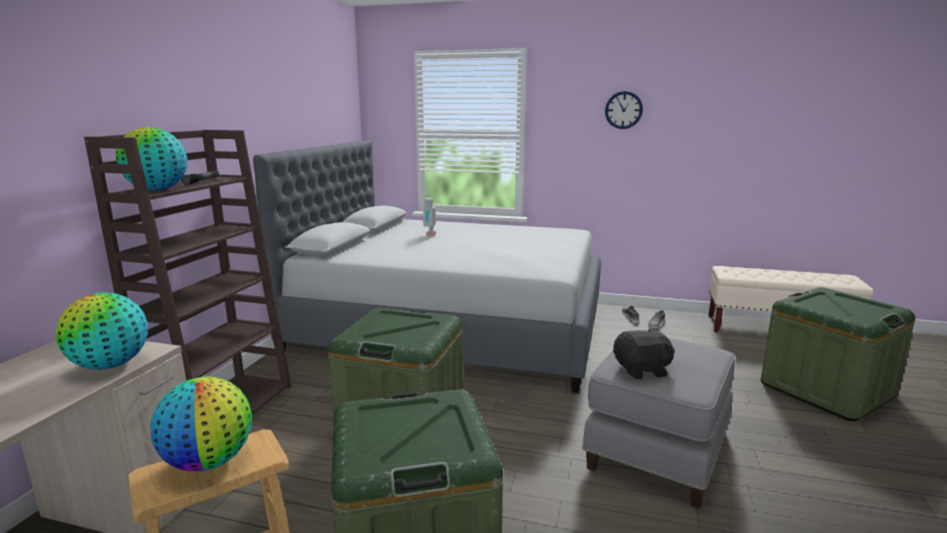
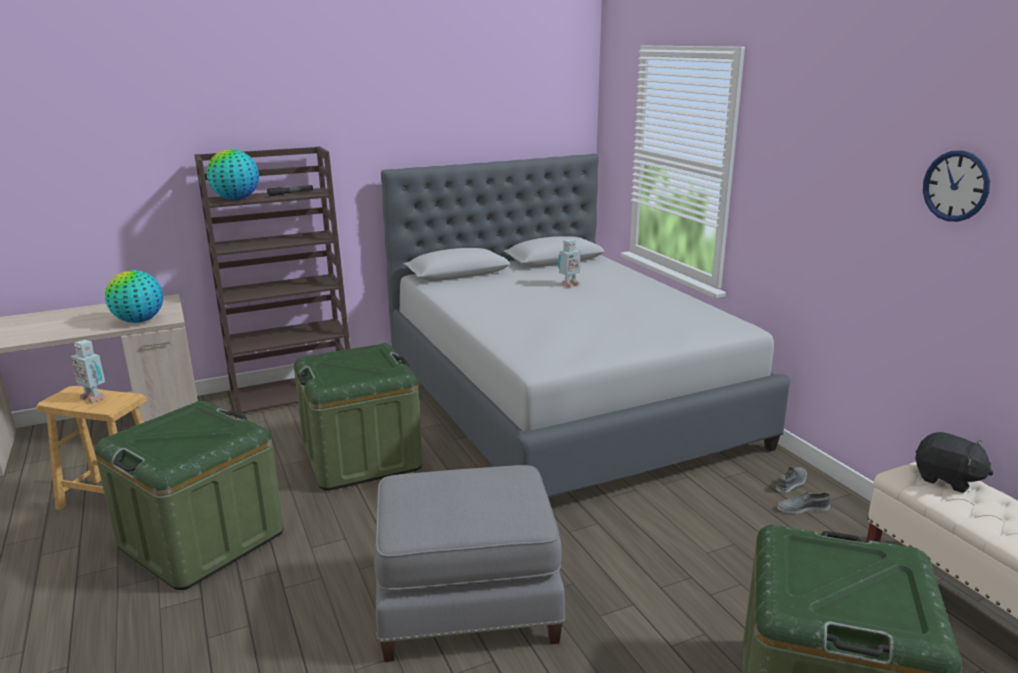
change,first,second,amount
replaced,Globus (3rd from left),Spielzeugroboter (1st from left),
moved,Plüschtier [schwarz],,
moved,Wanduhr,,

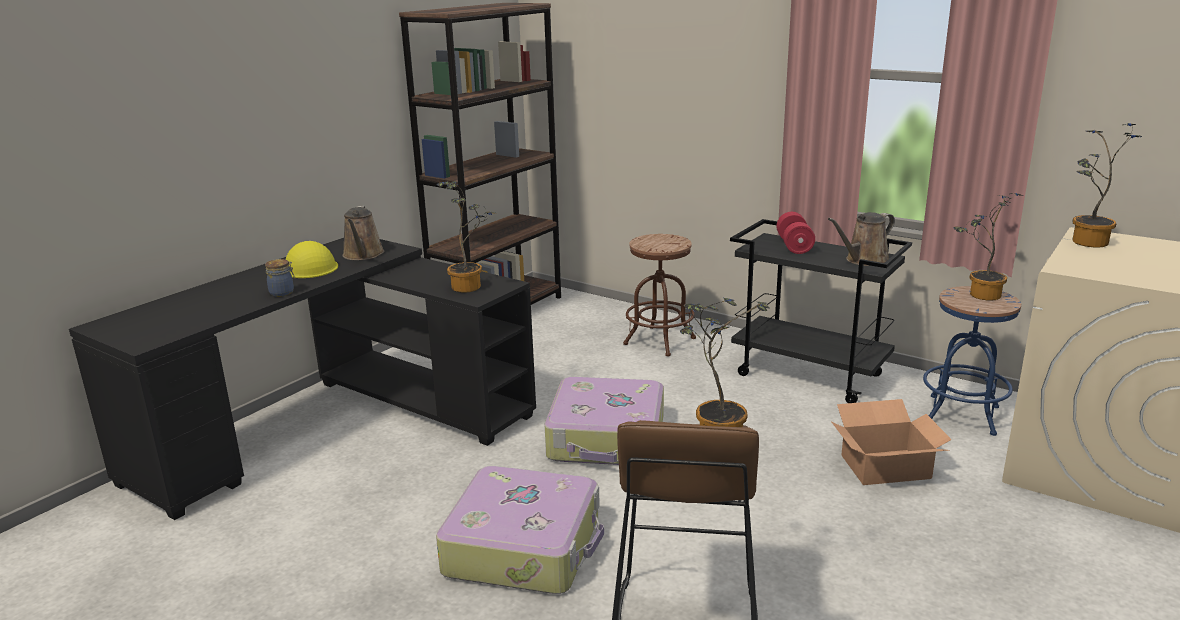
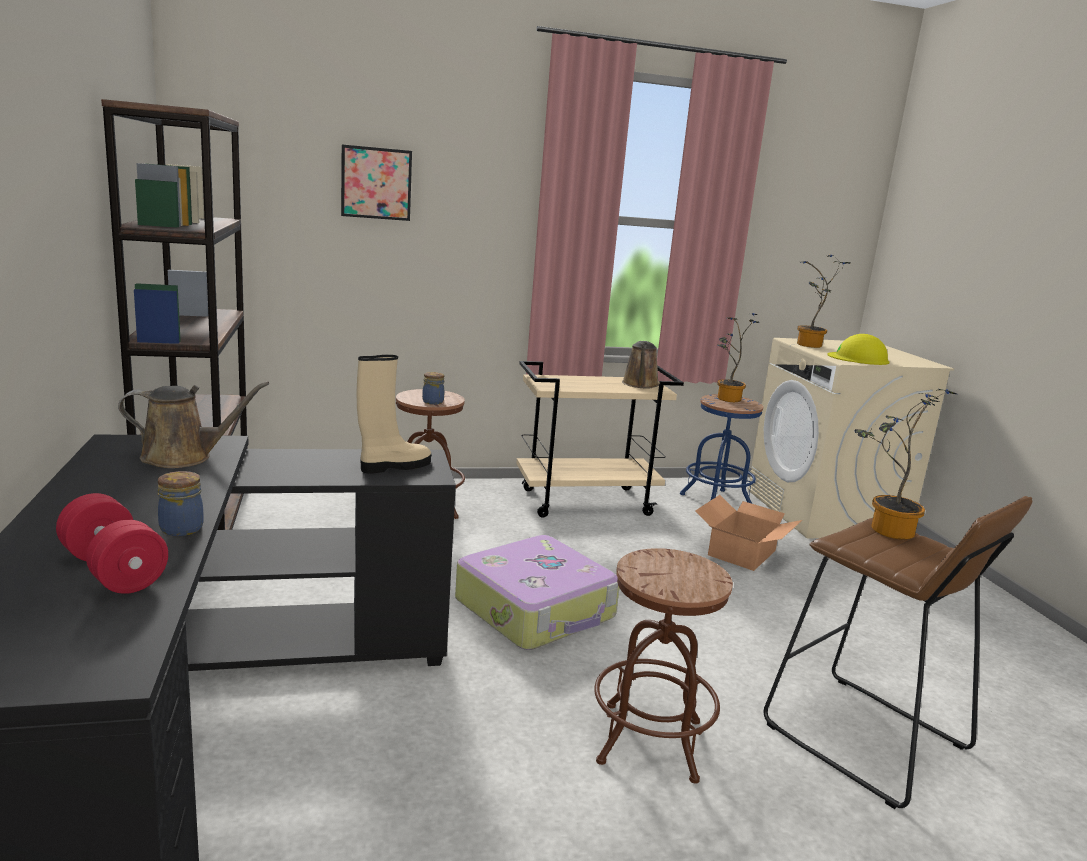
change,first,second,amount
moved,Hantel [rot],,
turned,Gießkanne [braun] (1st from left),,45 degrees counterclockwise
added,,Bild,
replaced,Topfpflanze (1st from left),Stiefel [beige],
added,,Vorratsglas (2nd from left),
recoloured,Rollwagen [schwarz],Rollwagen [beige],
replaced,Koffer (1st from left),Hocker [braun] (2nd from left),
moved,Schutzhelm [gelb],,

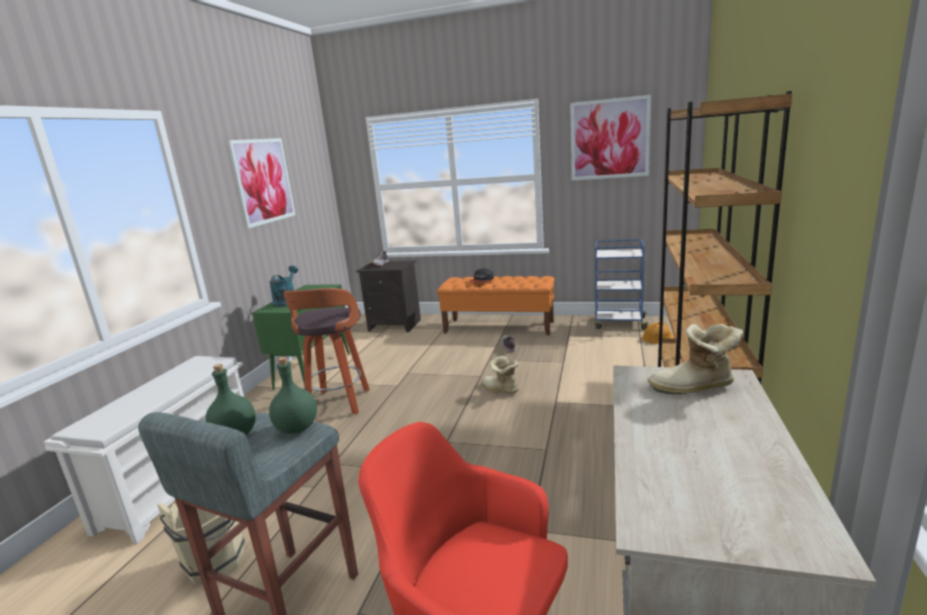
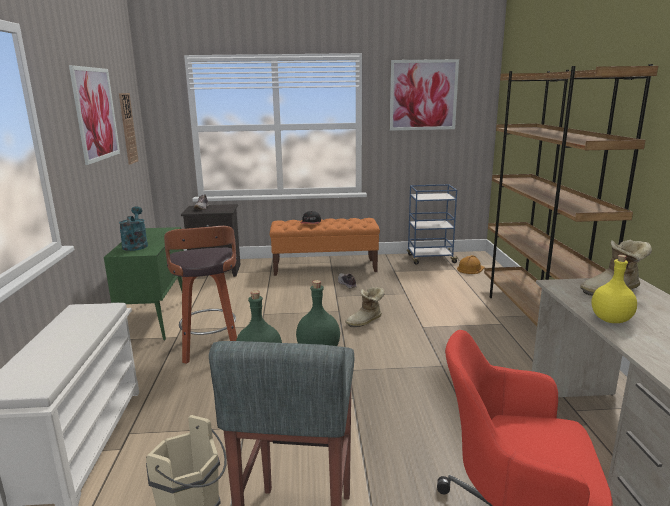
change,first,second,amount
added,,Wanduhr,
turned,Stiefel (1st from left),,60 degrees counterclockwise
added,,Flasche [gelb],

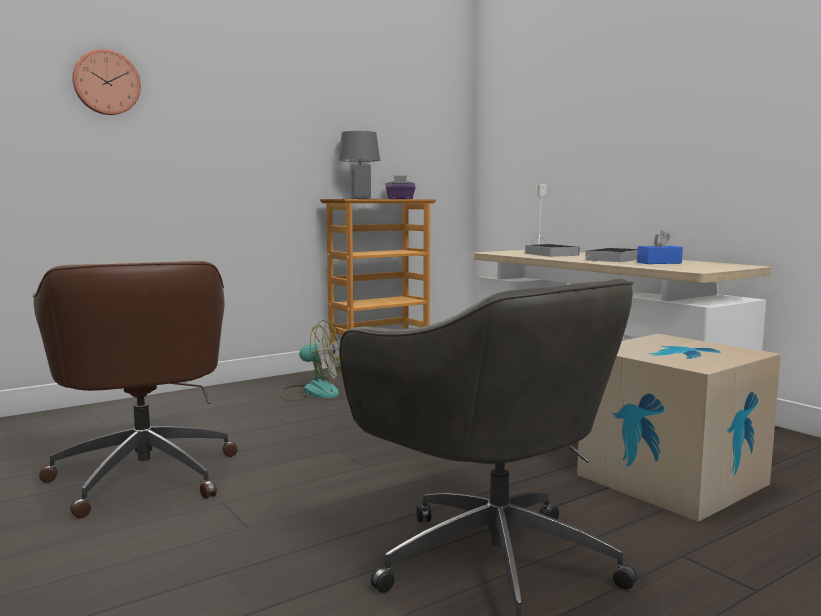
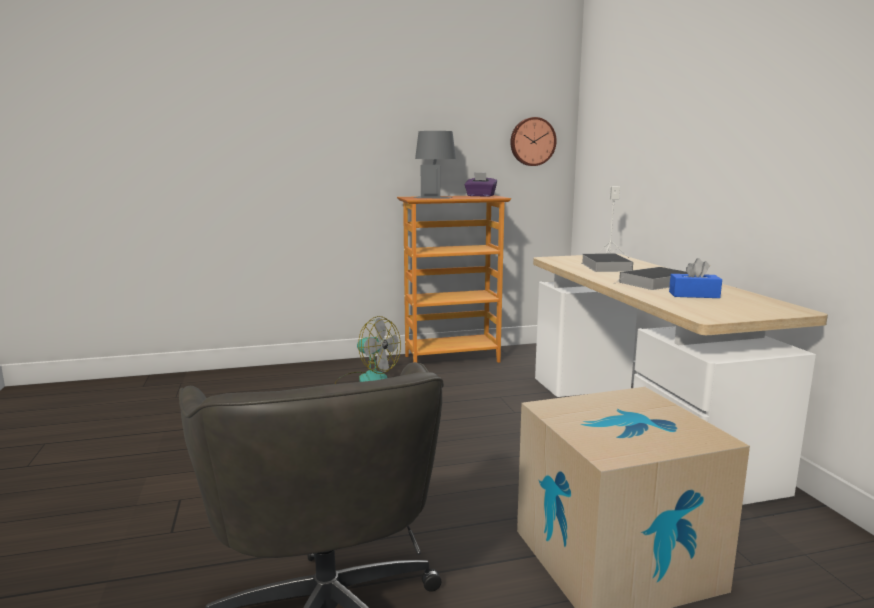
change,first,second,amount
moved,Wanduhr,,
removed,Bürostuhl [braun],,

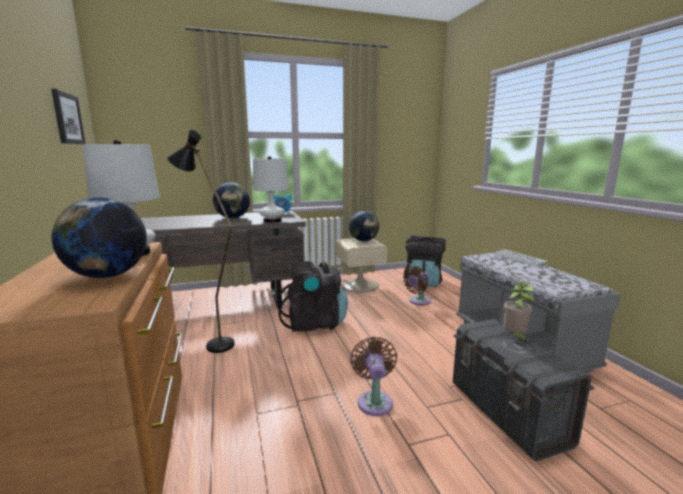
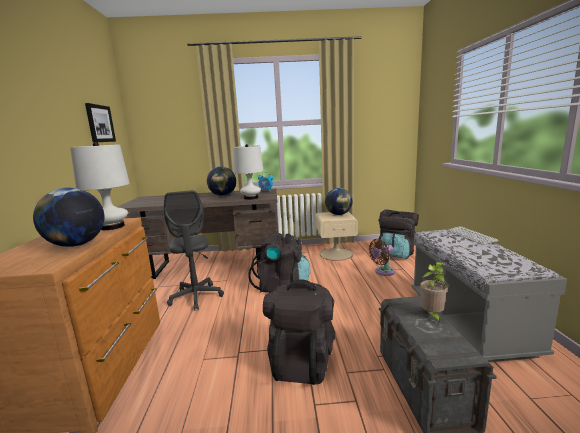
change,first,second,amount
replaced,Stehlampe [schwarz],Bürostuhl [grau],
replaced,Ventilator [braun] (1st from left),Rucksack [schwarz] (2nd from left),

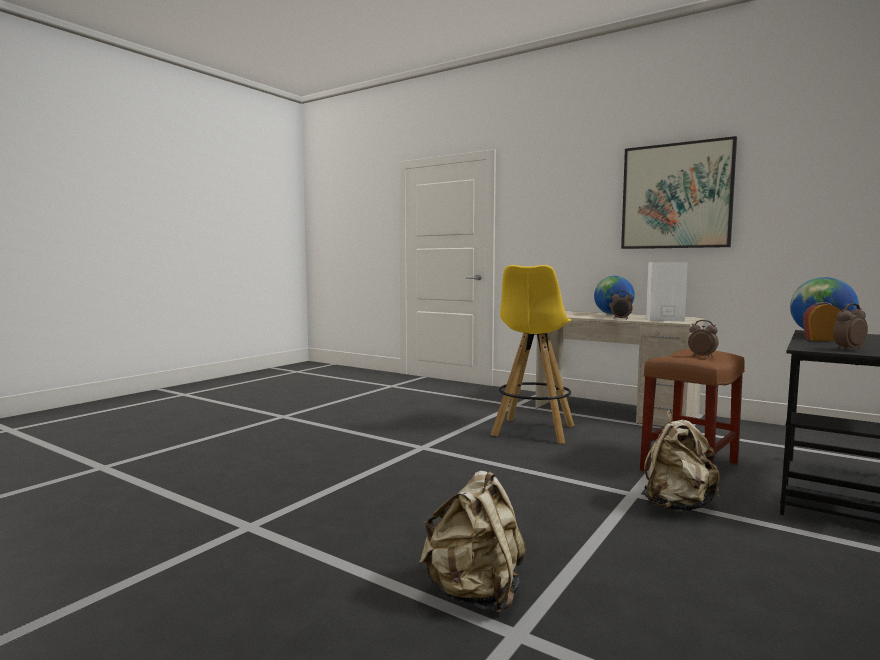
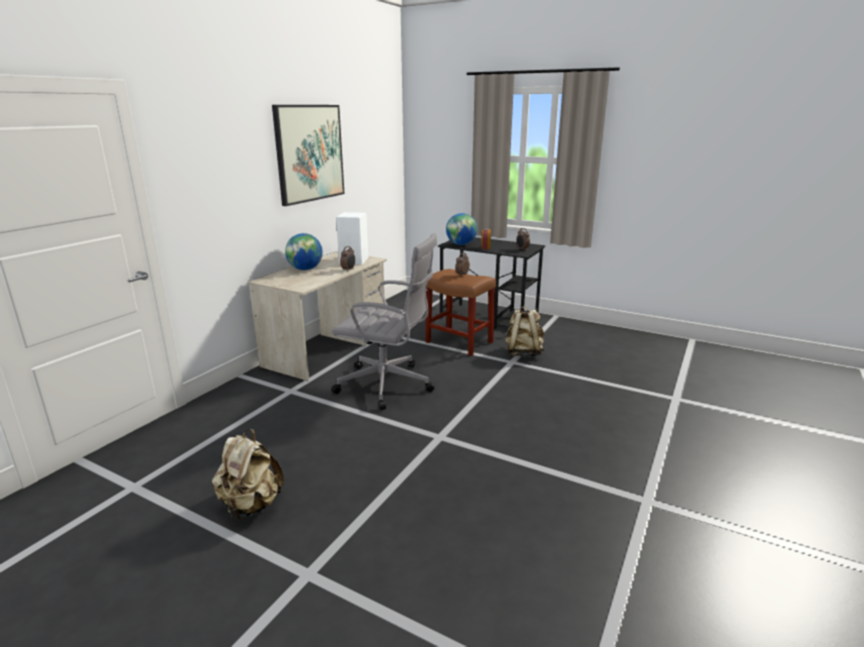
change,first,second,amount
moved,Rucksack [beige] (1st from left),,
replaced,Hocker [gelb],Bürostuhl [grau],

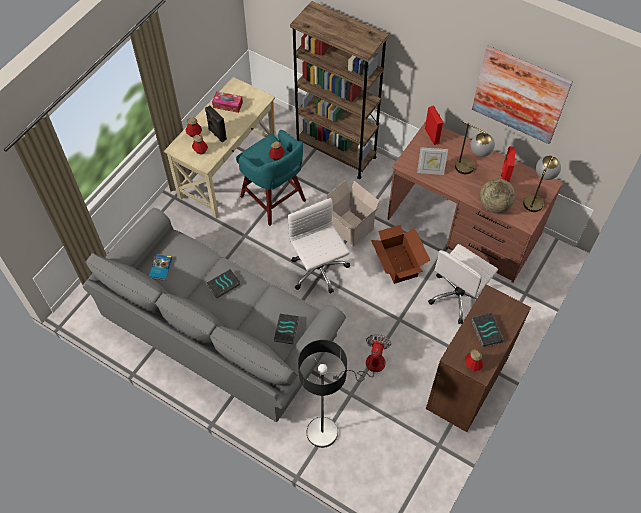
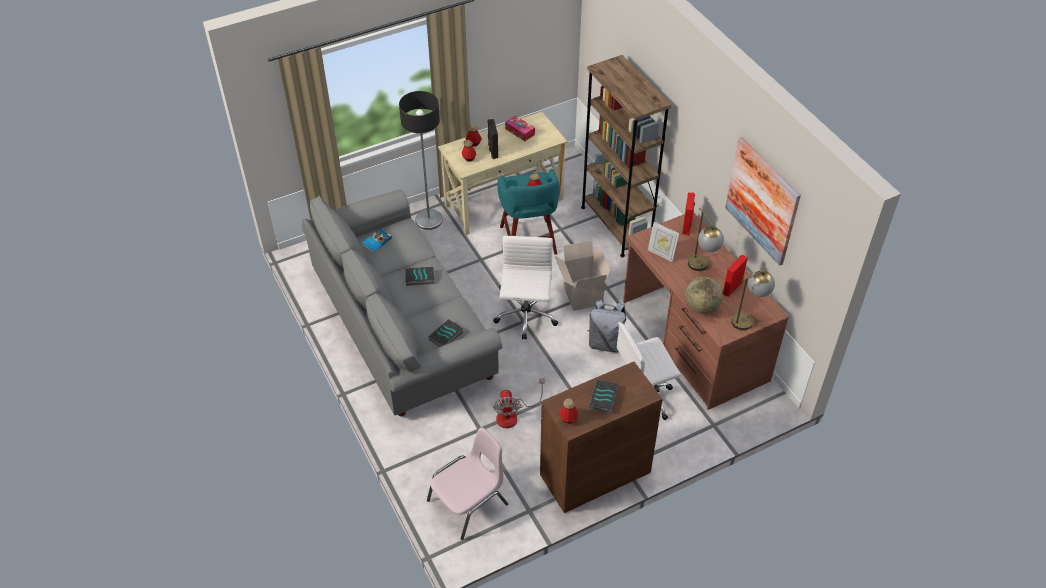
change,first,second,amount
moved,Stehlampe,,
added,,Stuhl [rosa],
turned,Ventilator,,135 degrees clockwise
replaced,Karton (2nd from left),Rucksack [grau],

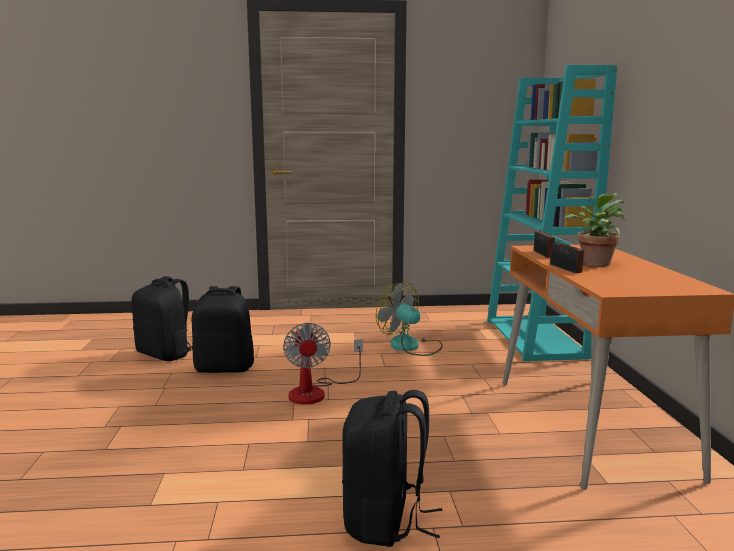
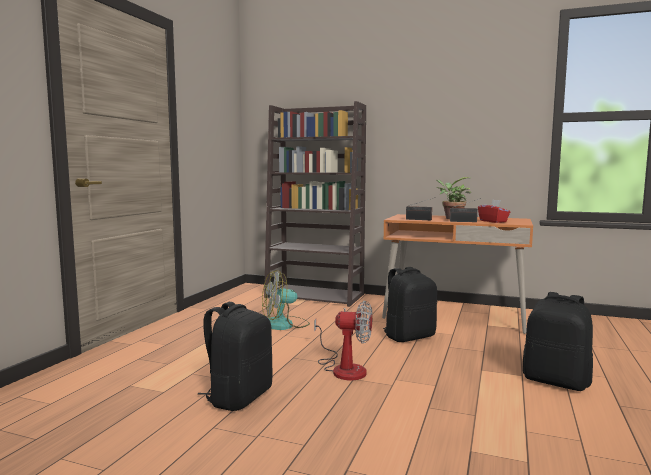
change,first,second,amount
recoloured,Bücherregal [türkis],Bücherregal [braun],
moved,Rucksack [schwarz] (1st from left in the first image),Rucksack [schwarz] (2nd from left),
added,,Taschentuchbox [rot],

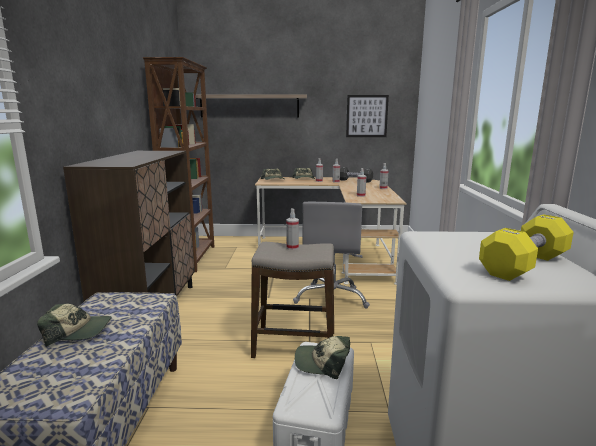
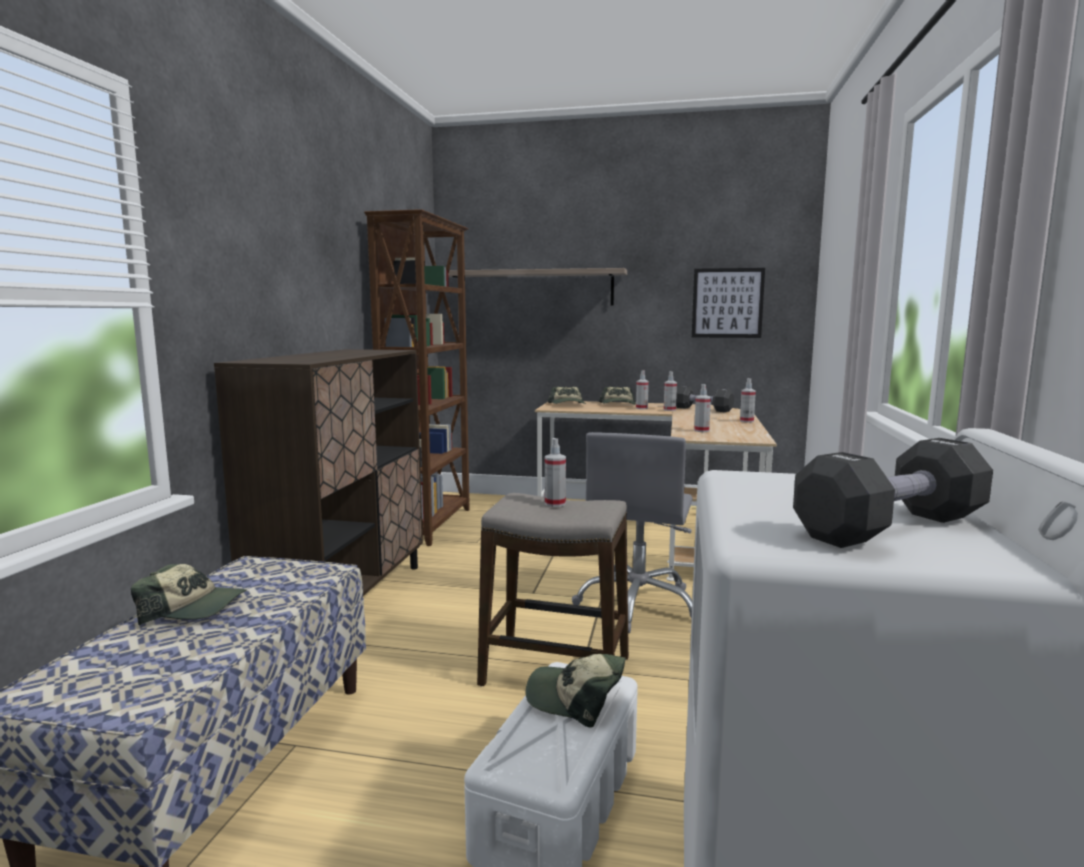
change,first,second,amount
recoloured,Hantel [gelb],Hantel [schwarz] (2nd from left),

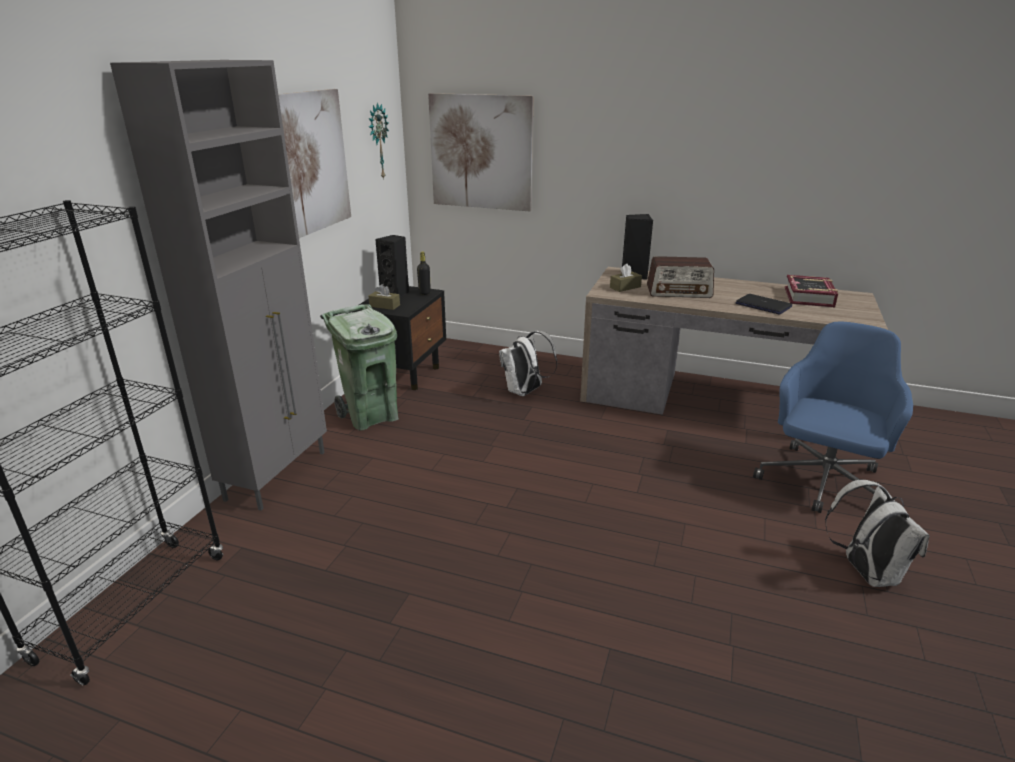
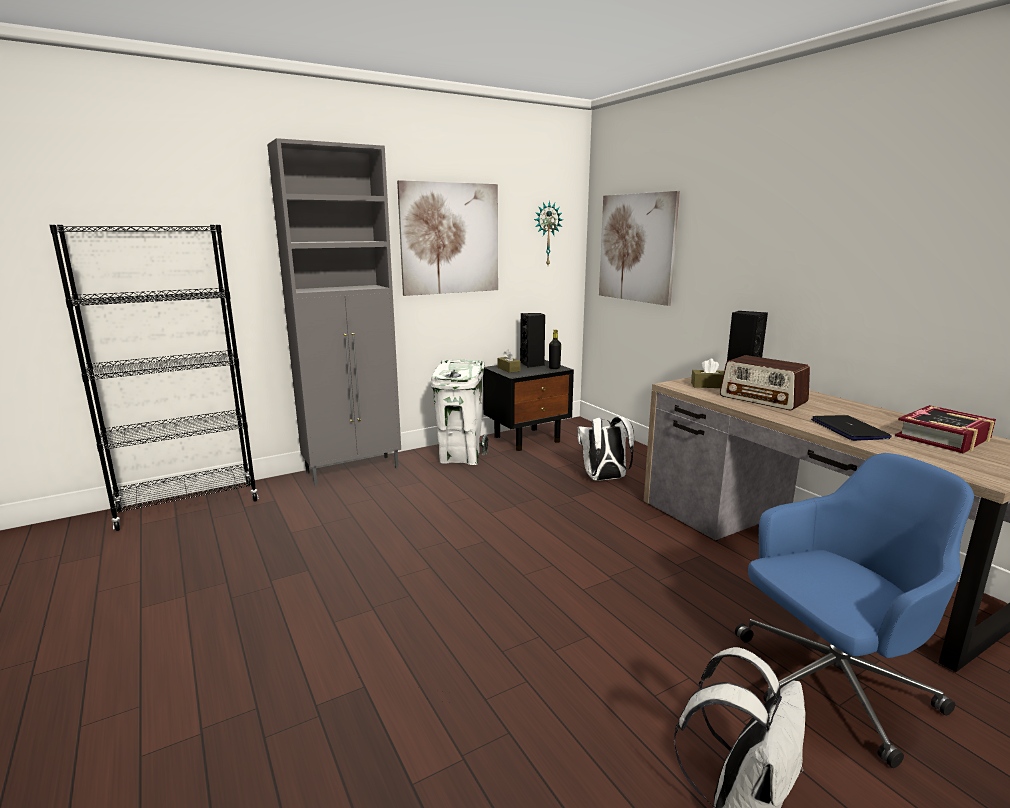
change,first,second,amount
recoloured,Mülleimer [grün],Mülleimer [weiß],

